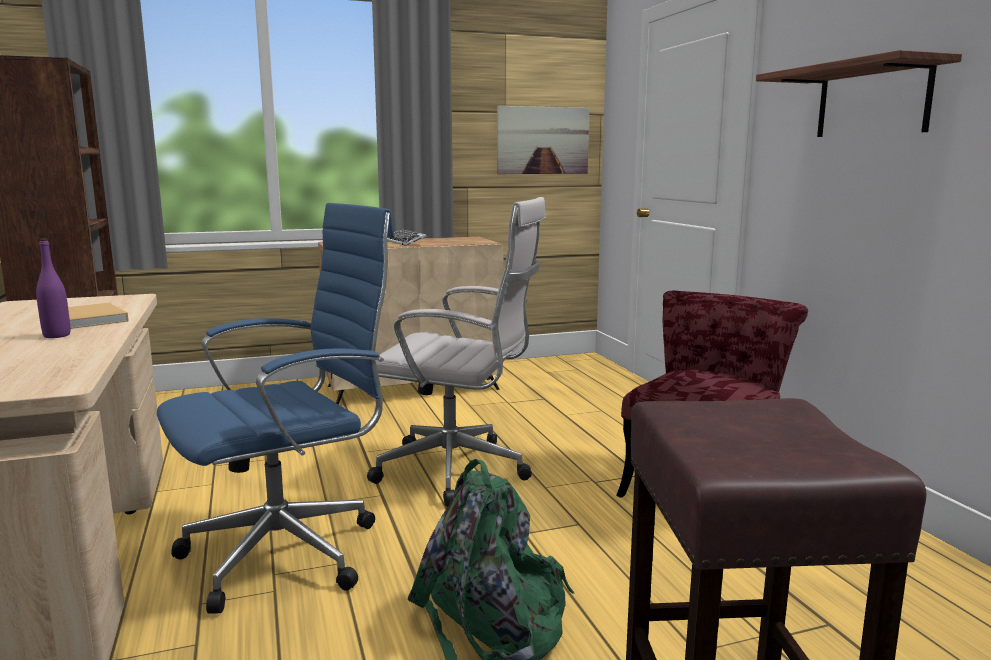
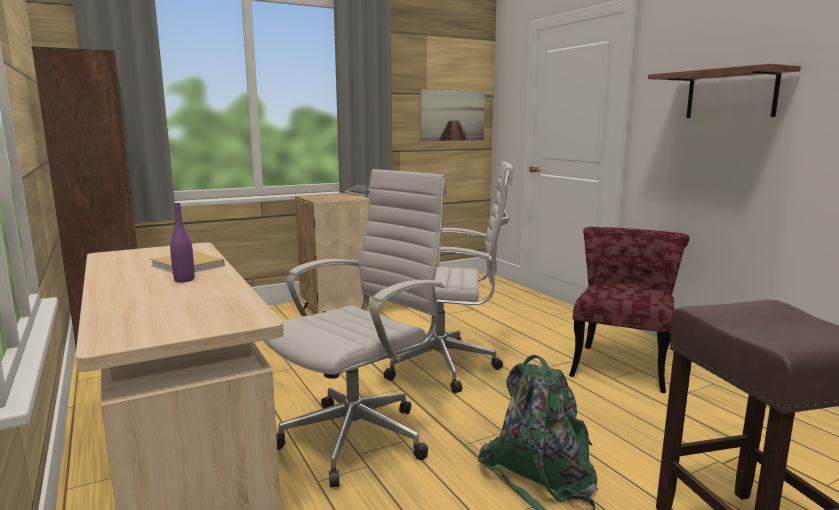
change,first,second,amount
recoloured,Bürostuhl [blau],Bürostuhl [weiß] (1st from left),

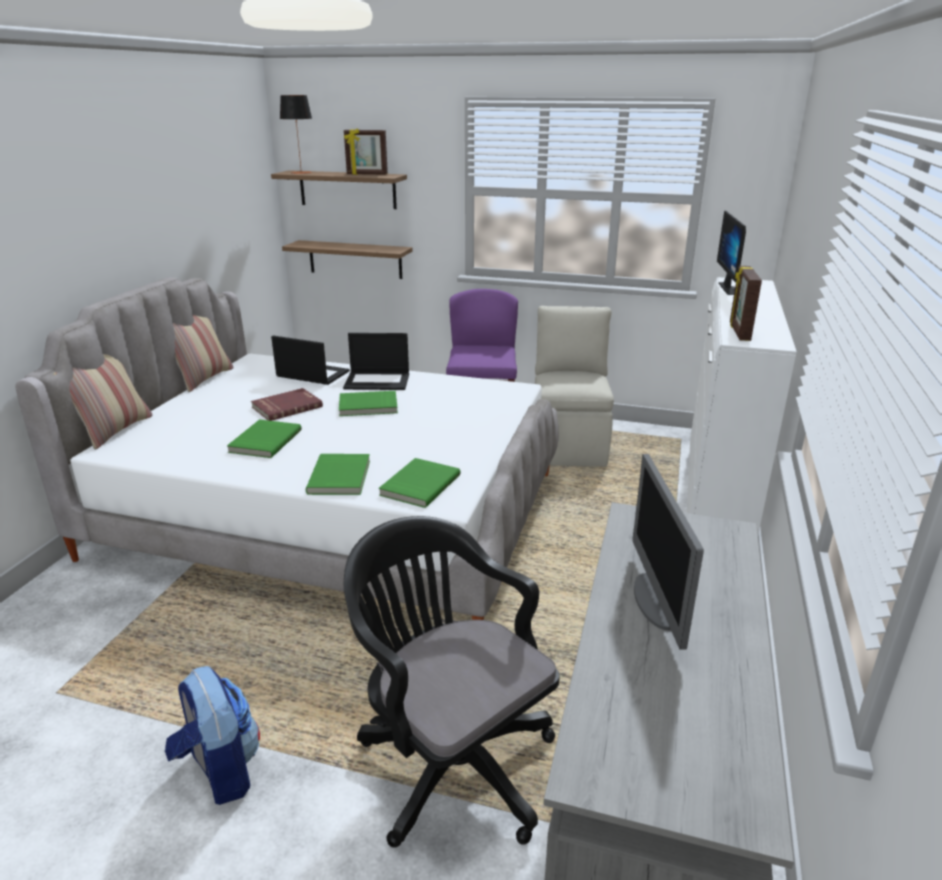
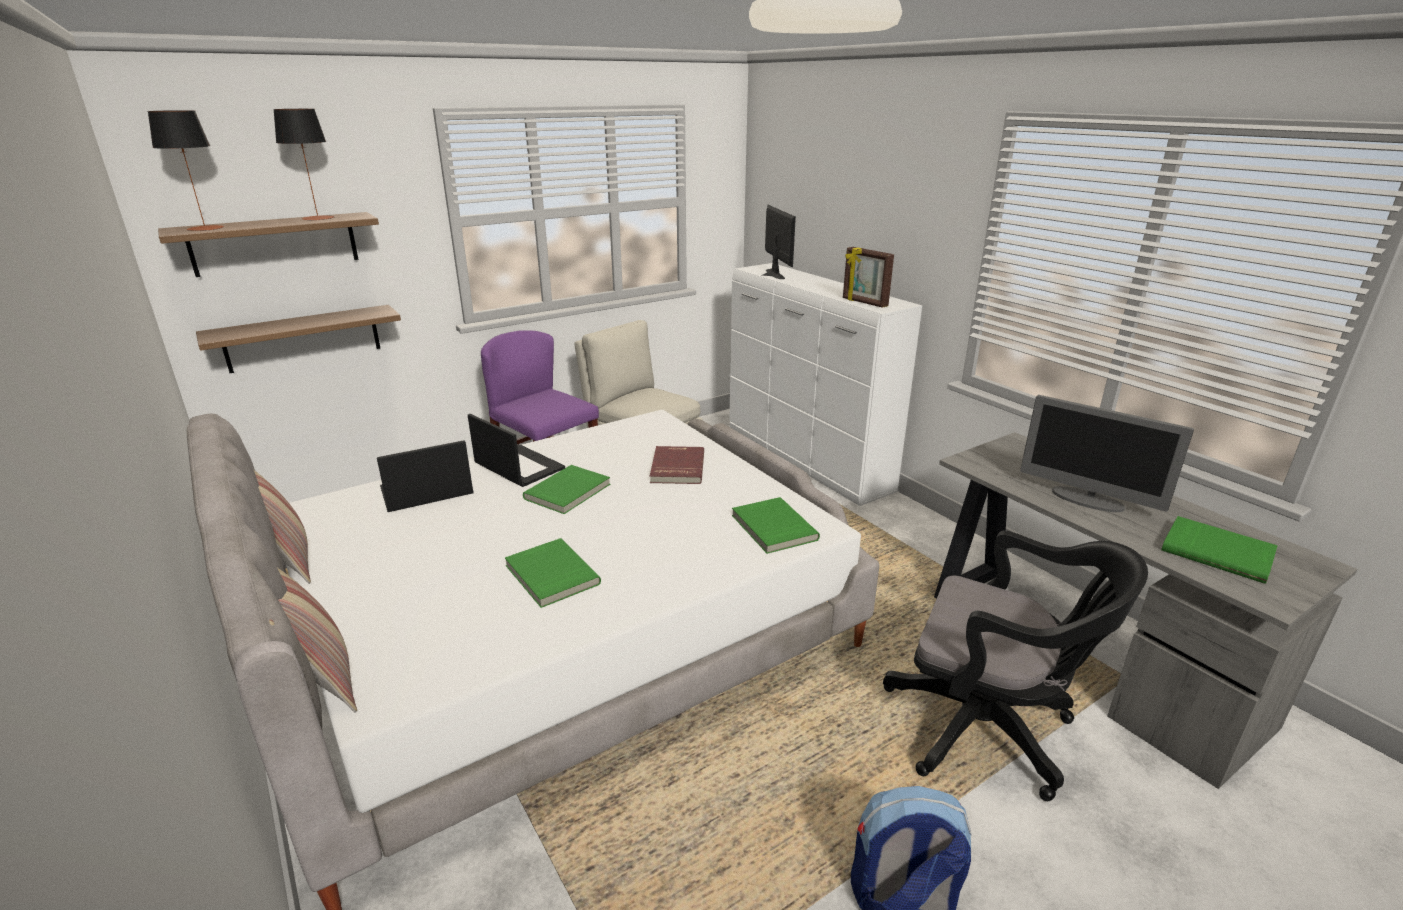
change,first,second,amount
replaced,Bilderrahmen (1st from left),Tischlampe (2nd from left),
turned,Laptop (2nd from left),,90 degrees counterclockwise
moved,Buch [rot],,
turned,Monitor (2nd from left in the first image),Monitor (1st from left),150 degrees counterclockwise
turned,Bürostuhl [schwarz],,150 degrees counterclockwise
moved,Buch [grün] (2nd from left in the first image),Buch [grün] (4th from left),

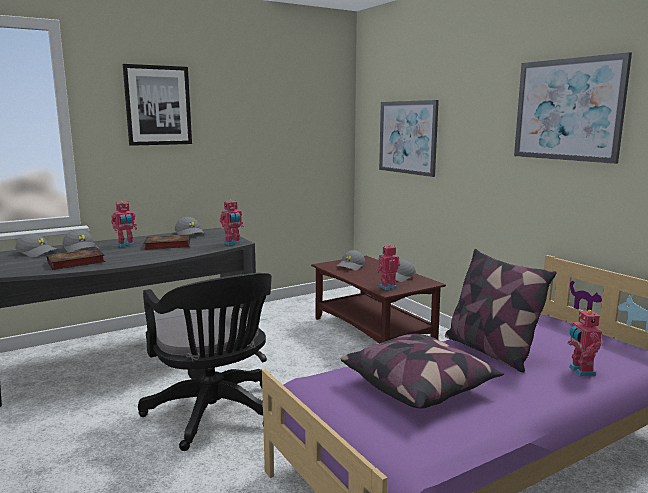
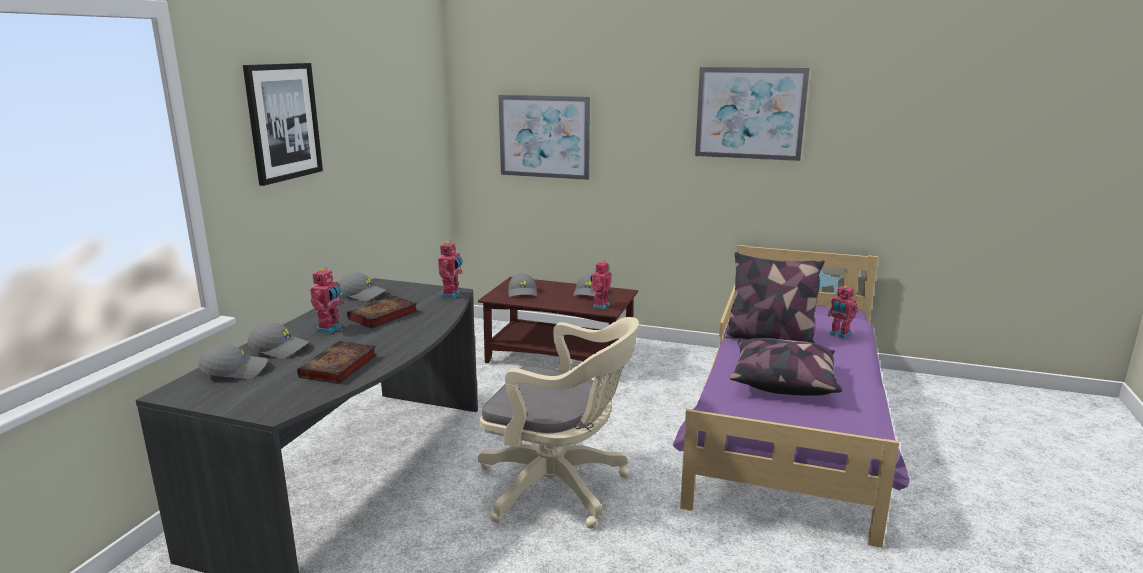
change,first,second,amount
recoloured,Bürostuhl [schwarz],Bürostuhl [beige],

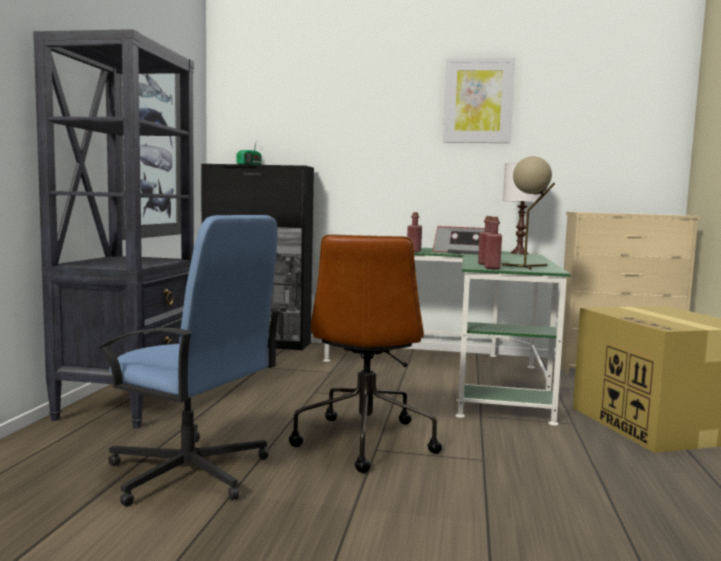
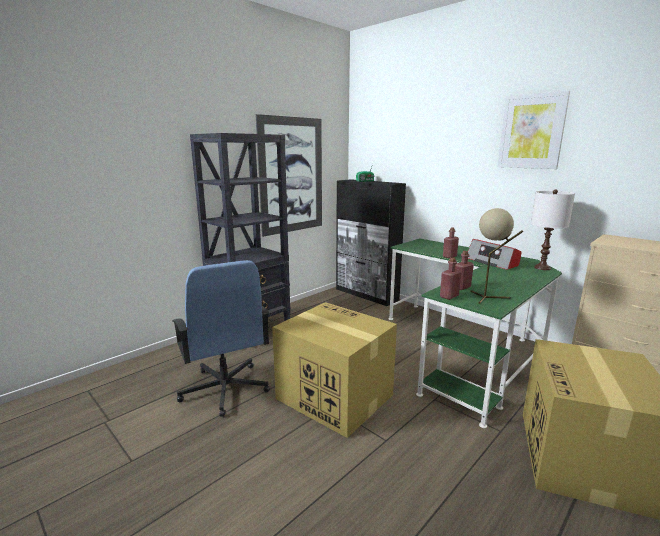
change,first,second,amount
replaced,Bürostuhl [braun],Karton (1st from left),

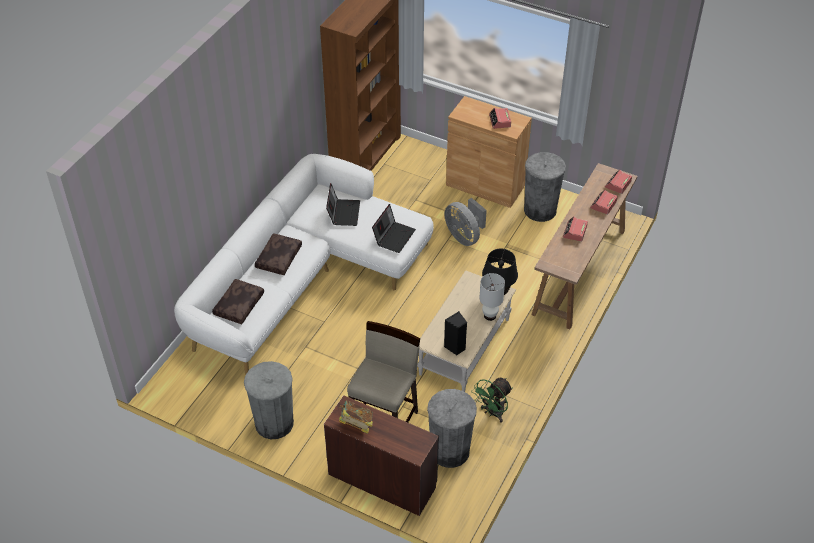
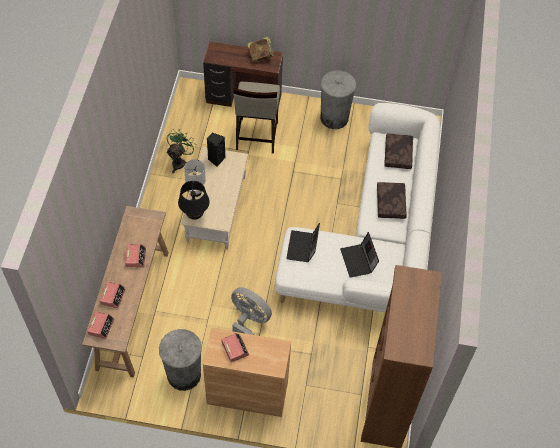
change,first,second,amount
removed,Mülleimer [grau] (2nd from left),,

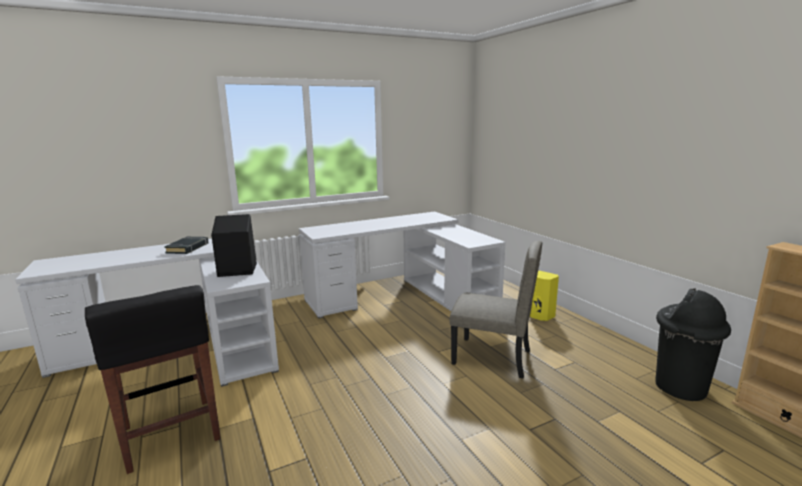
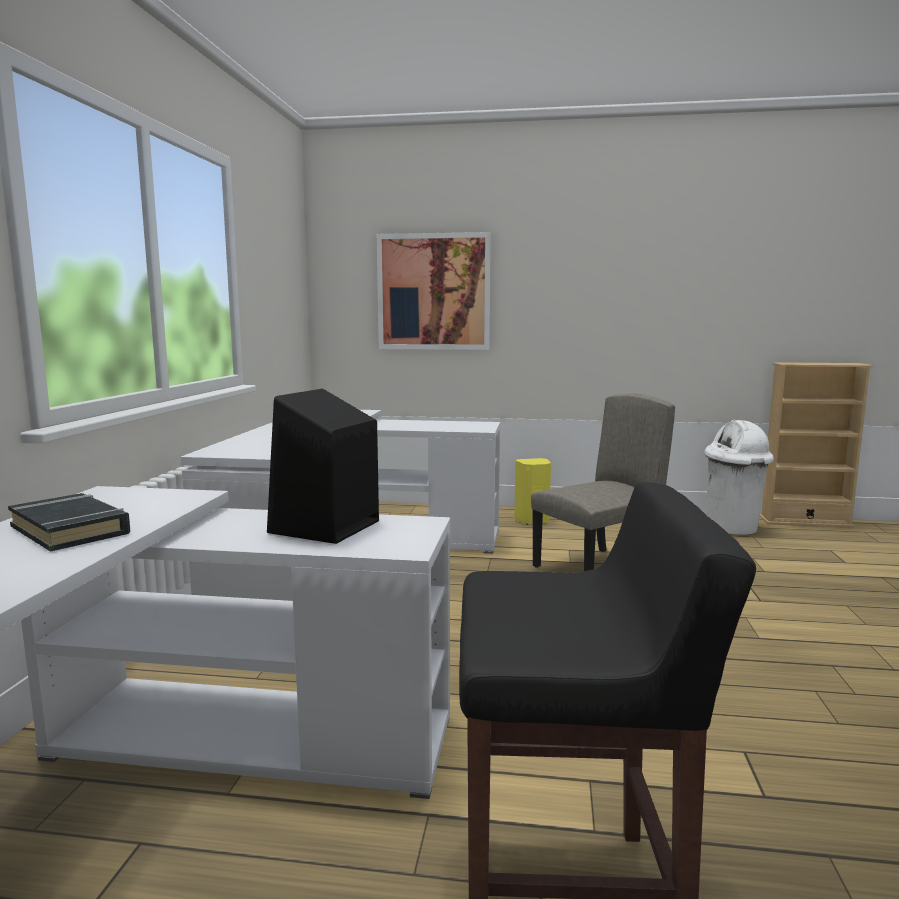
change,first,second,amount
added,,Bild,
recoloured,Mülleimer [schwarz],Mülleimer [weiß],

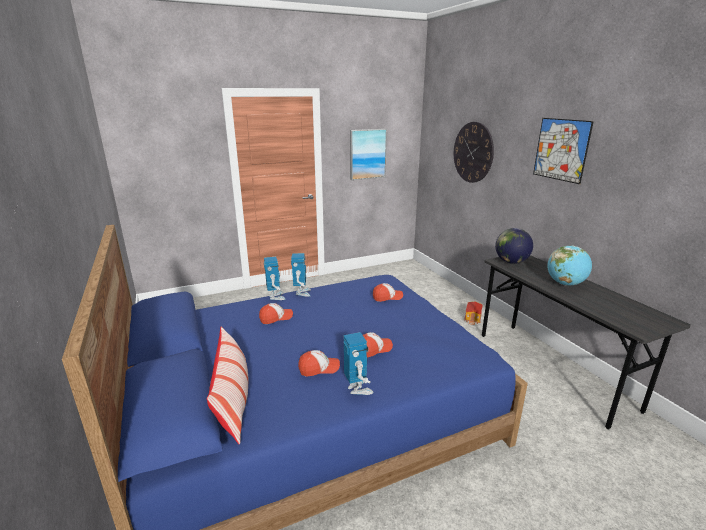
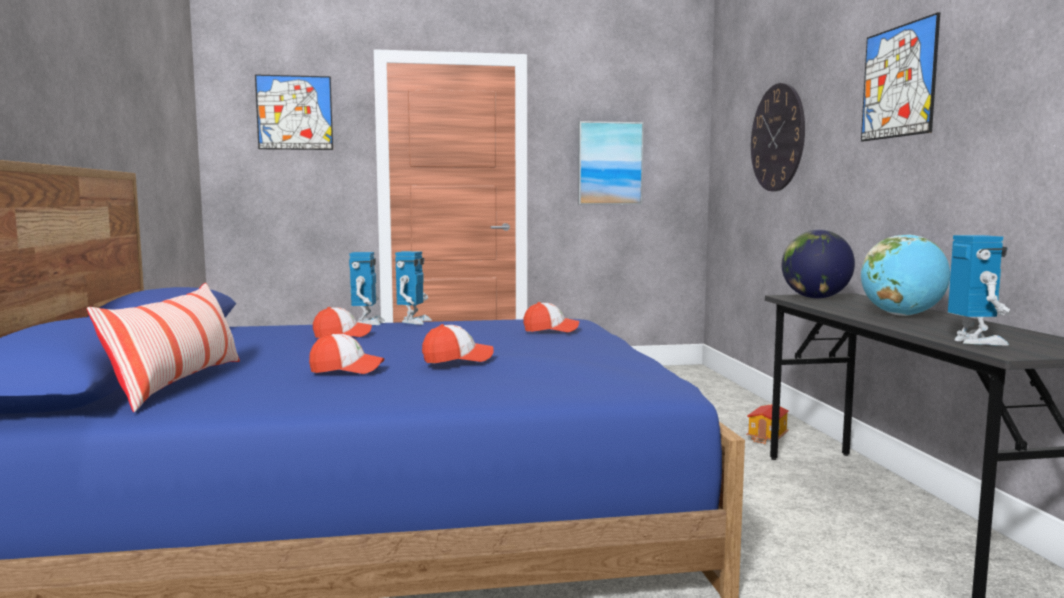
change,first,second,amount
added,,Bild (1st from left),
moved,Spielzeugroboter (3rd from left),,

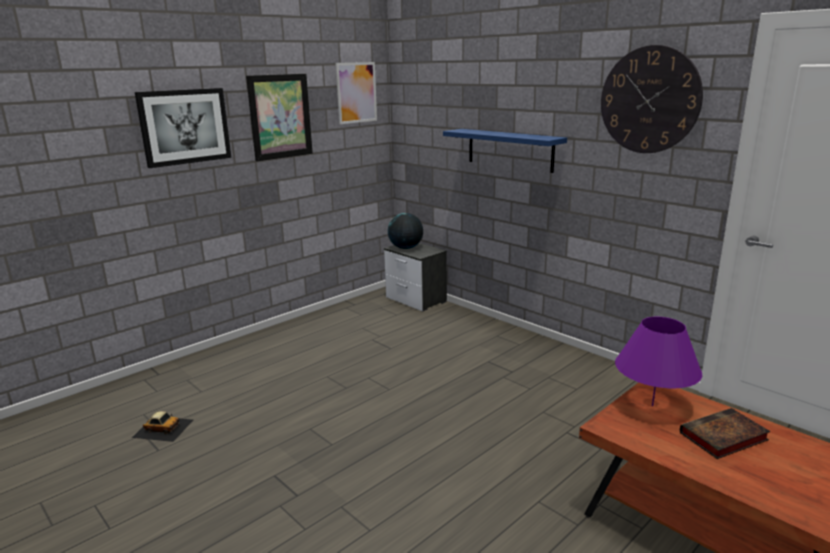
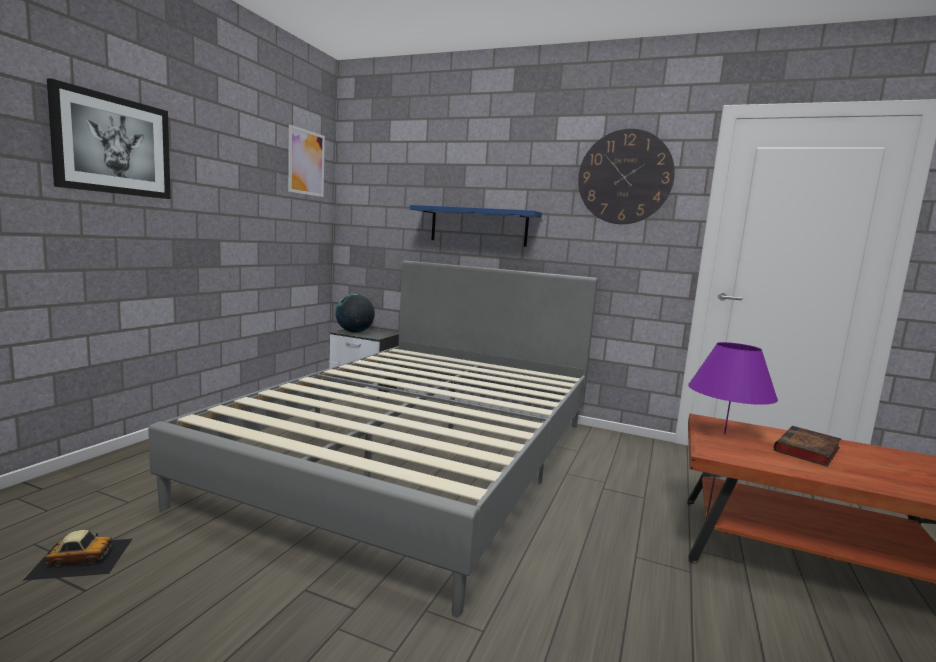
change,first,second,amount
added,,Bett [grau],
removed,Bild (2nd from left),,

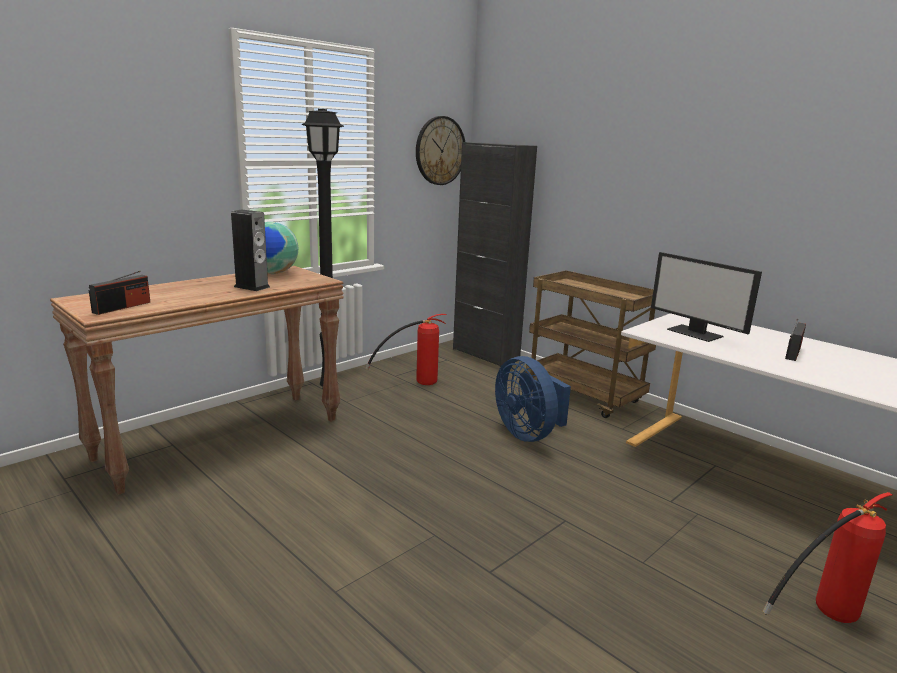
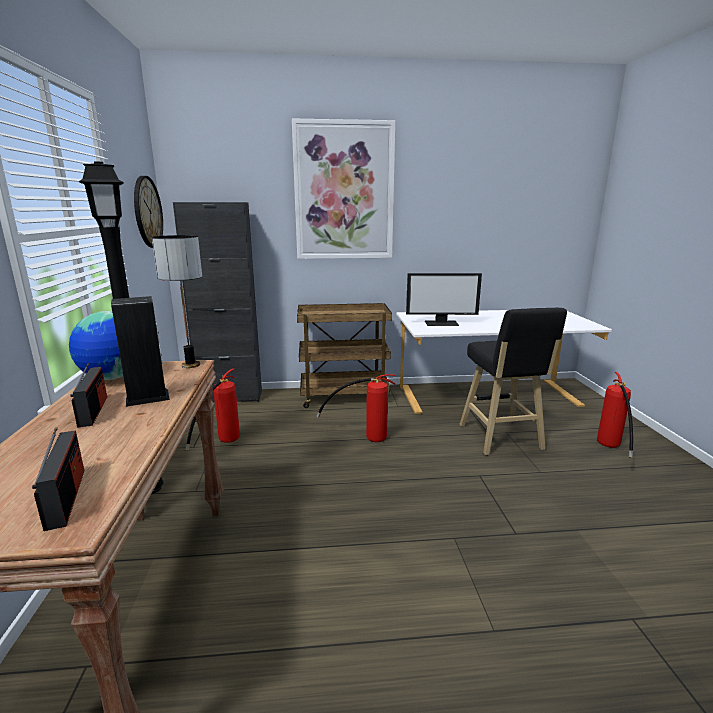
change,first,second,amount
moved,Radio (2nd from left),,
added,,Tischlampe,
added,,Bild,
replaced,Ventilator [blau],Feuerlöscher (2nd from left),
added,,Hocker [schwarz],

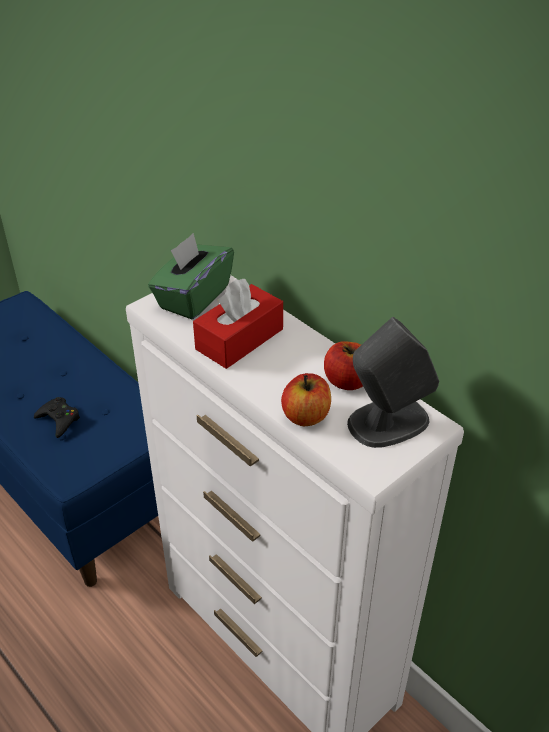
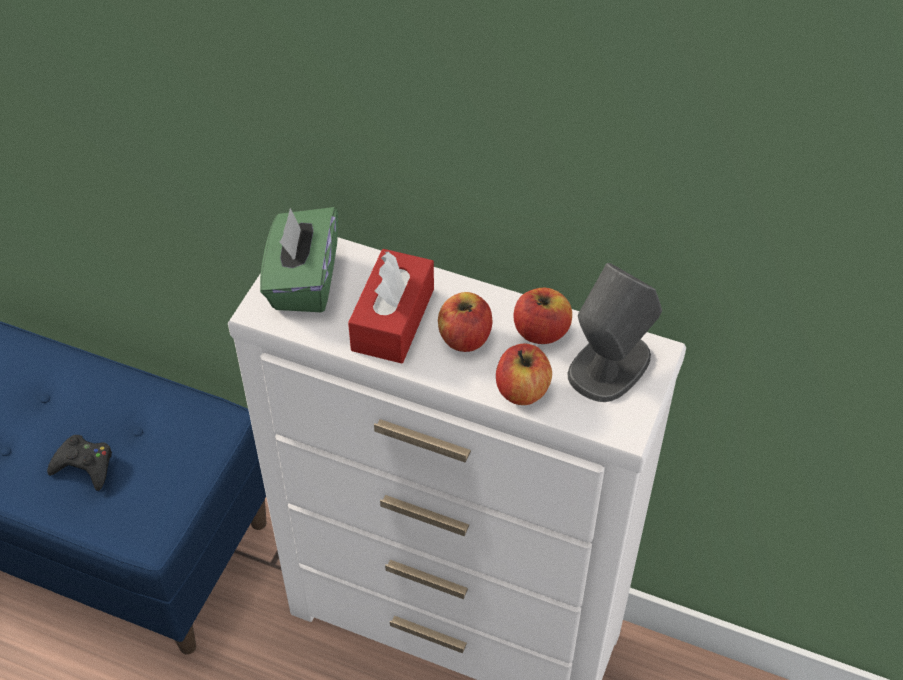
change,first,second,amount
added,,Apfel (1st from left),

